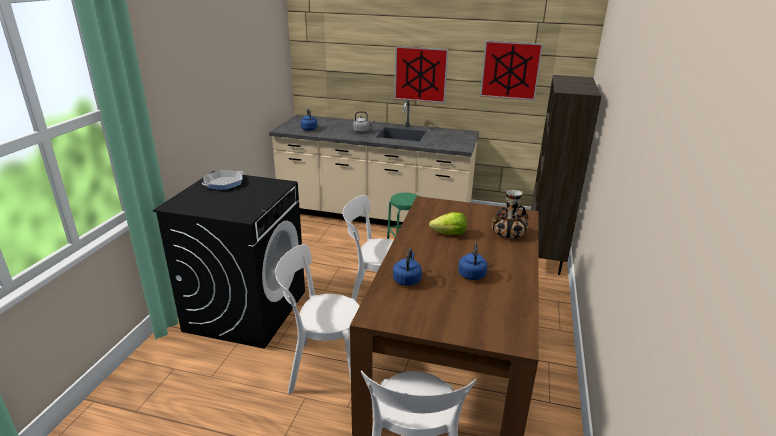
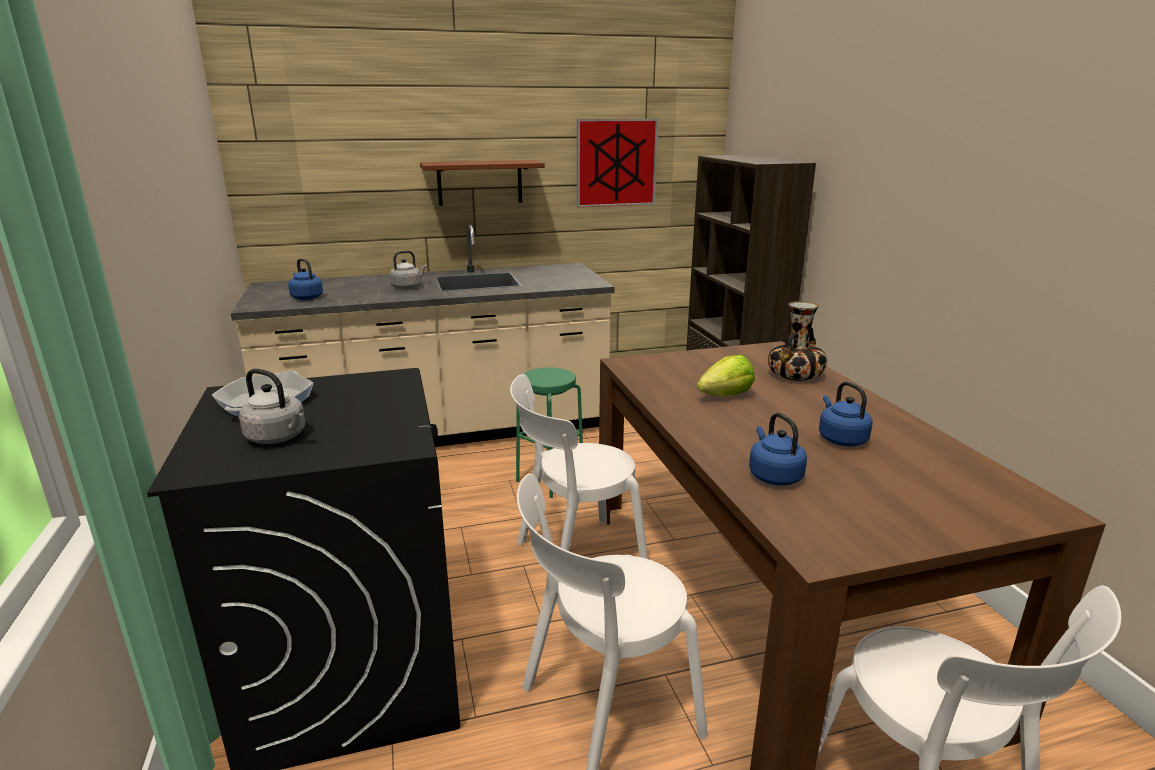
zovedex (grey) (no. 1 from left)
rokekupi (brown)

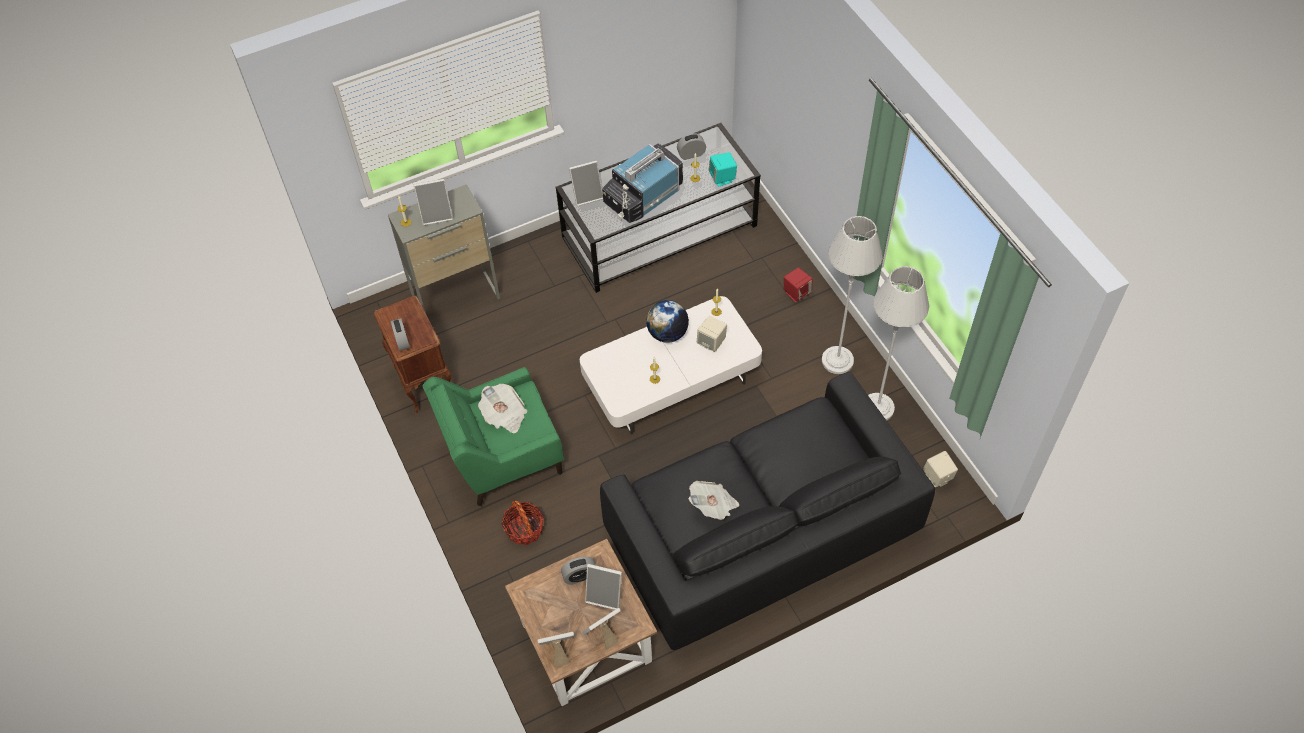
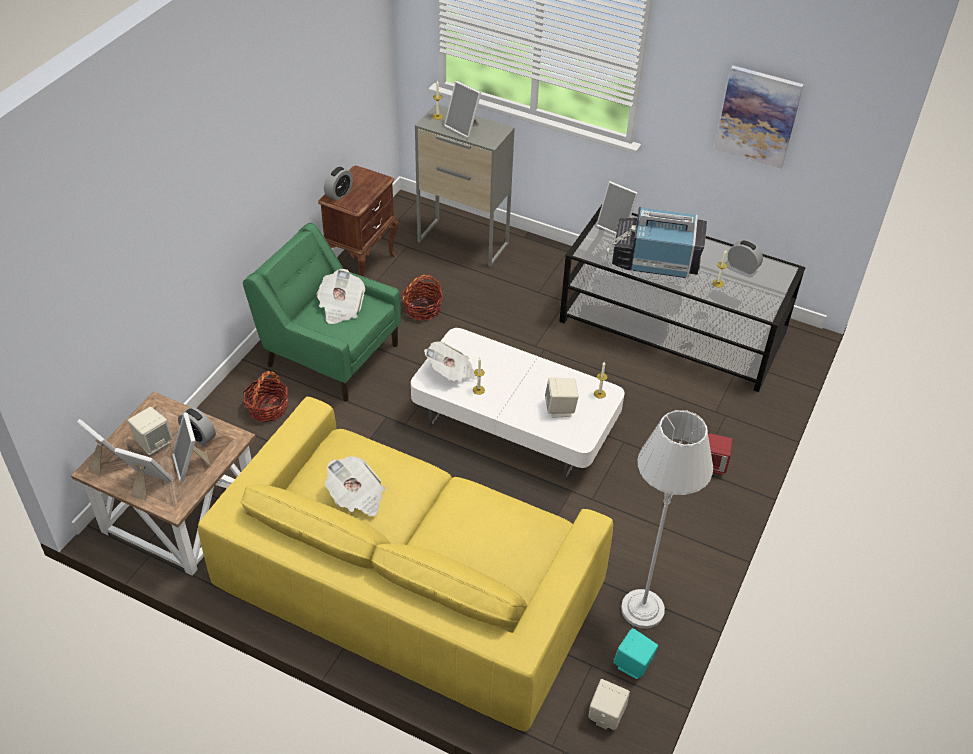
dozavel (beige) (no. 1 from left)
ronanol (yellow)
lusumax (no. 2 from left)
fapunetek (no. 3 from left)
dozavel (turquoise)
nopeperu
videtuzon
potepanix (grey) (no. 1 from left in the first image)

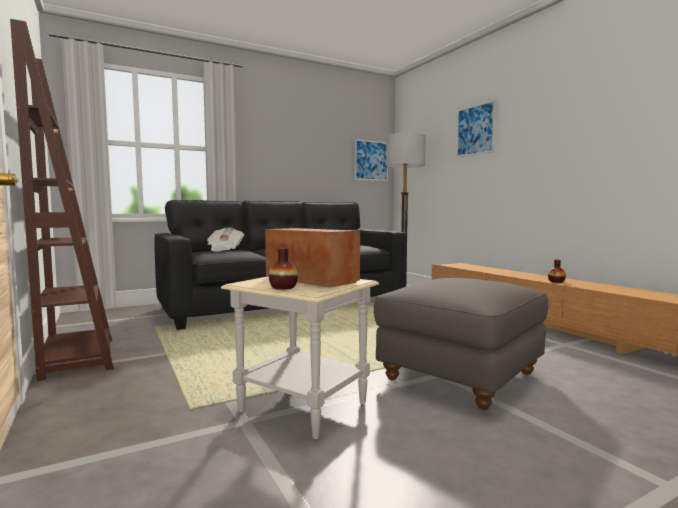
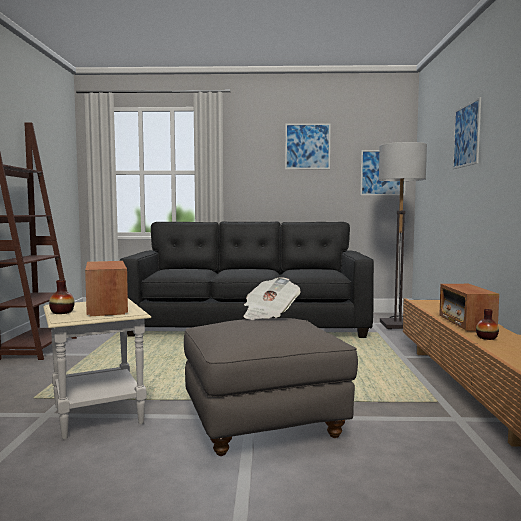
fapunetek
nopeperu (no. 1 from left)
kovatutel (no. 2 from left)

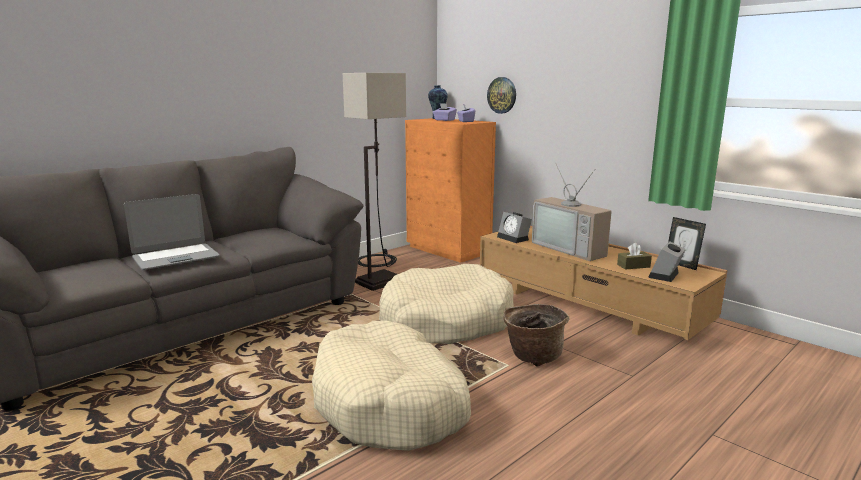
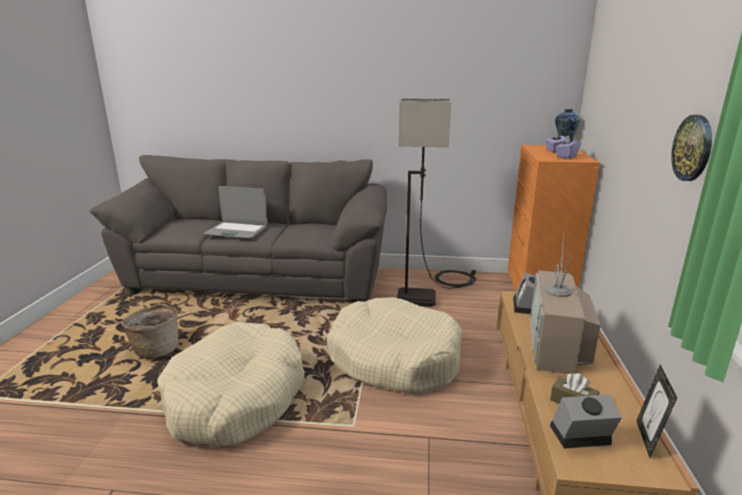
lusumax
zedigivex

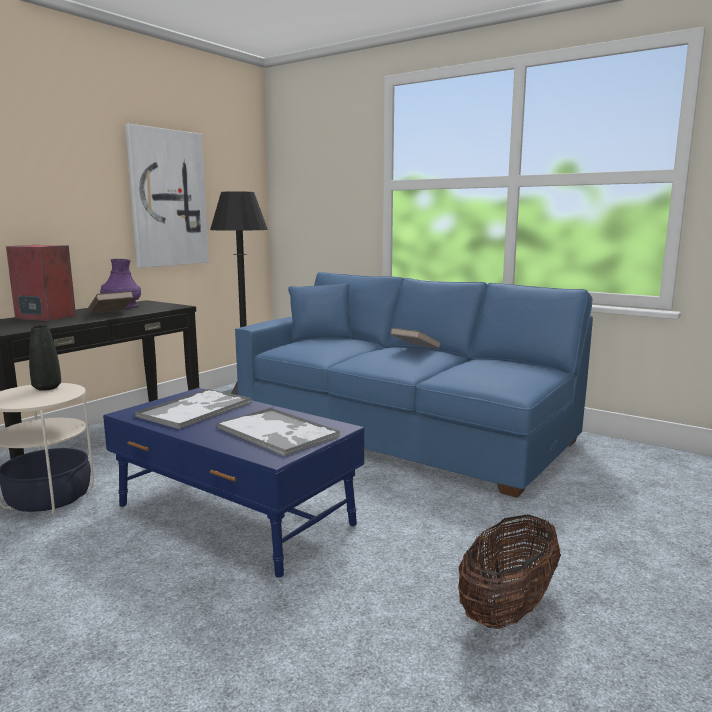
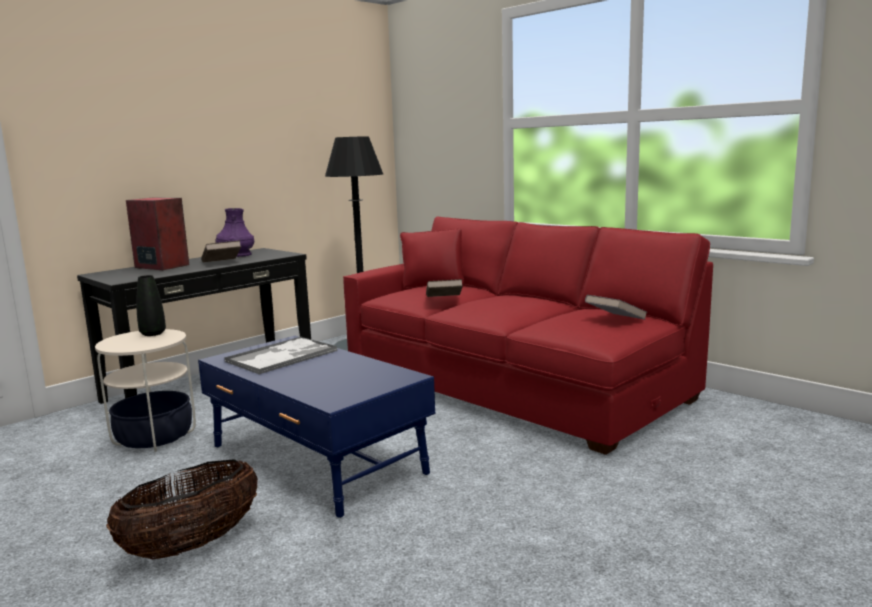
lusumax
ronanol (red)
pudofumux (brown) (no. 2 from left)
pudofumux (grey)
nopeperu
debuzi (no. 2 from left in the first image)

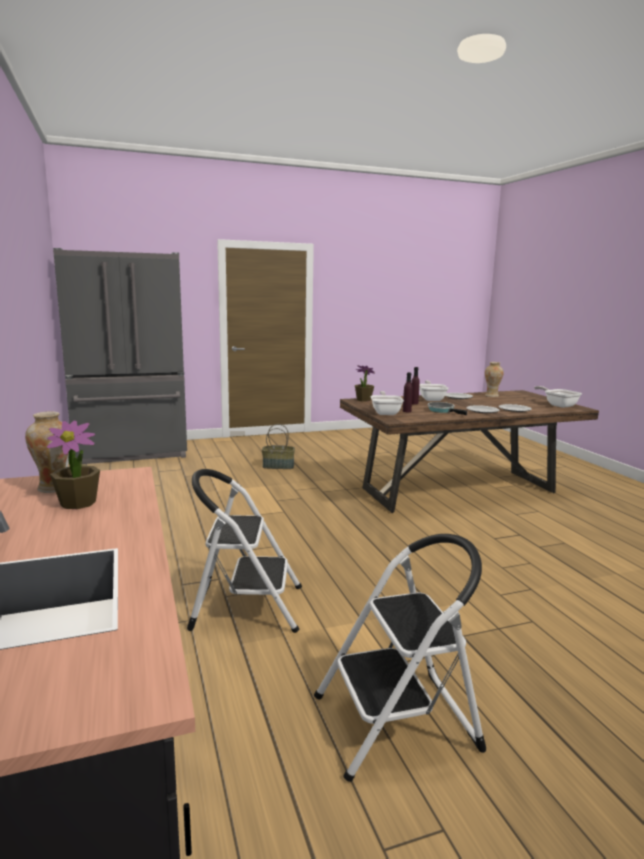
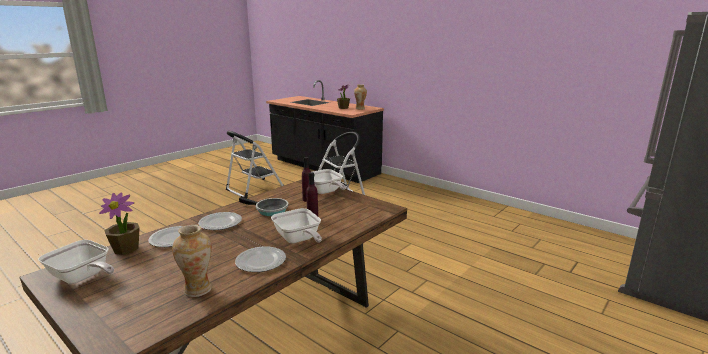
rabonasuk (no. 1 from left)
lusumax

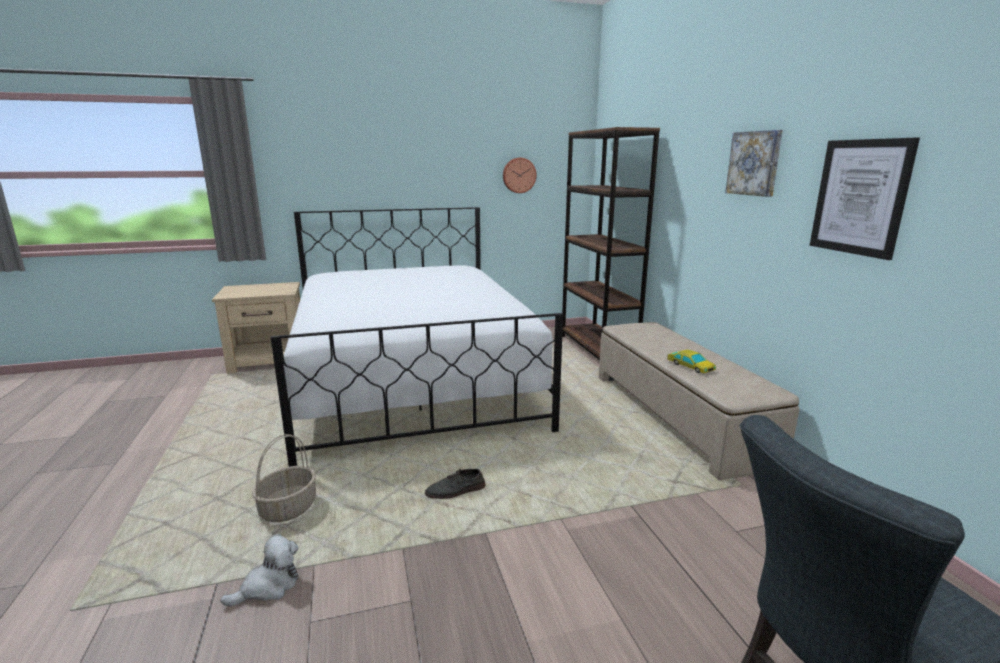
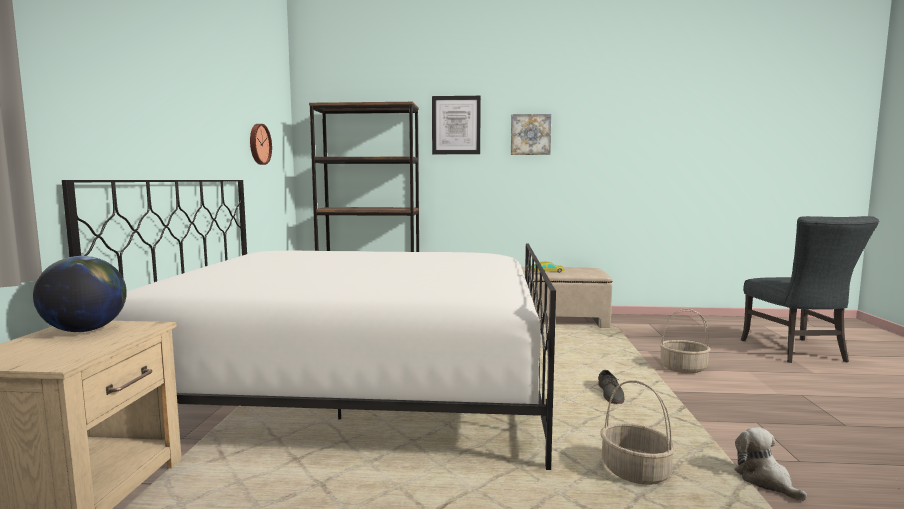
videtuzon
nopeperu (no. 1 from left)
lusumax (no. 2 from left)

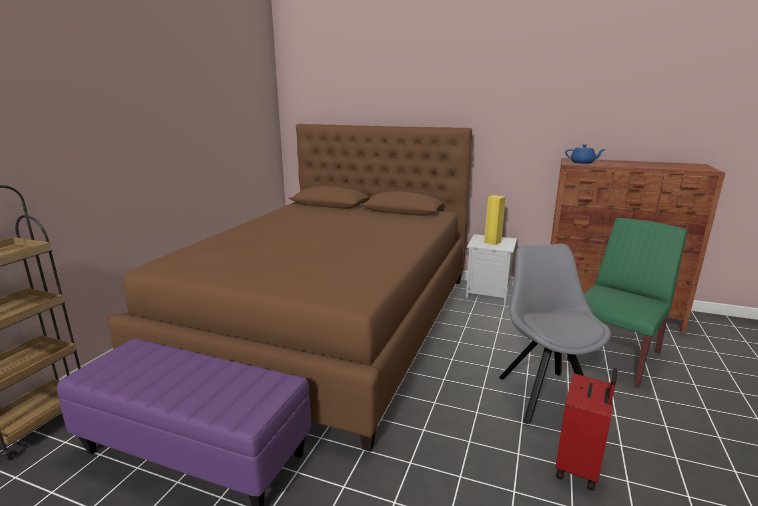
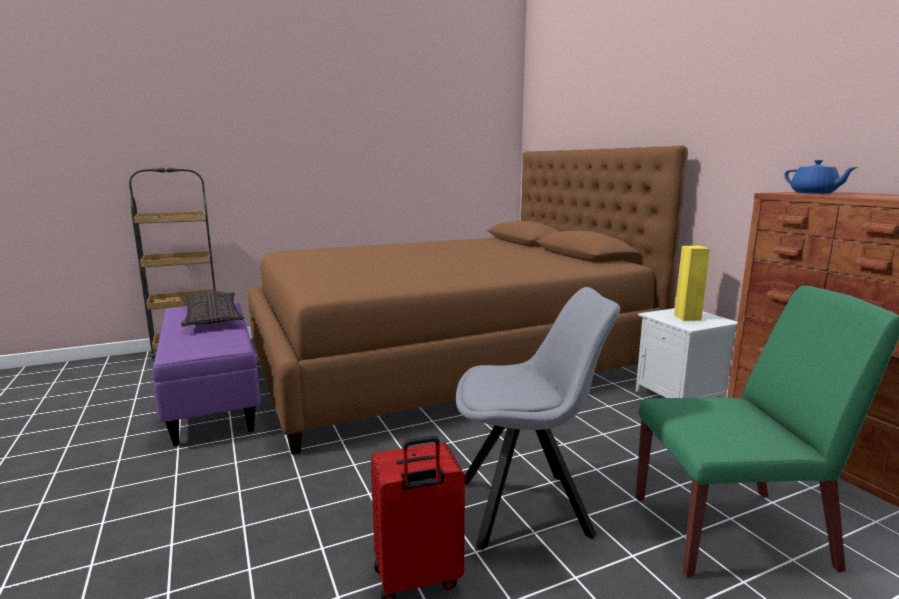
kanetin
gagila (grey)

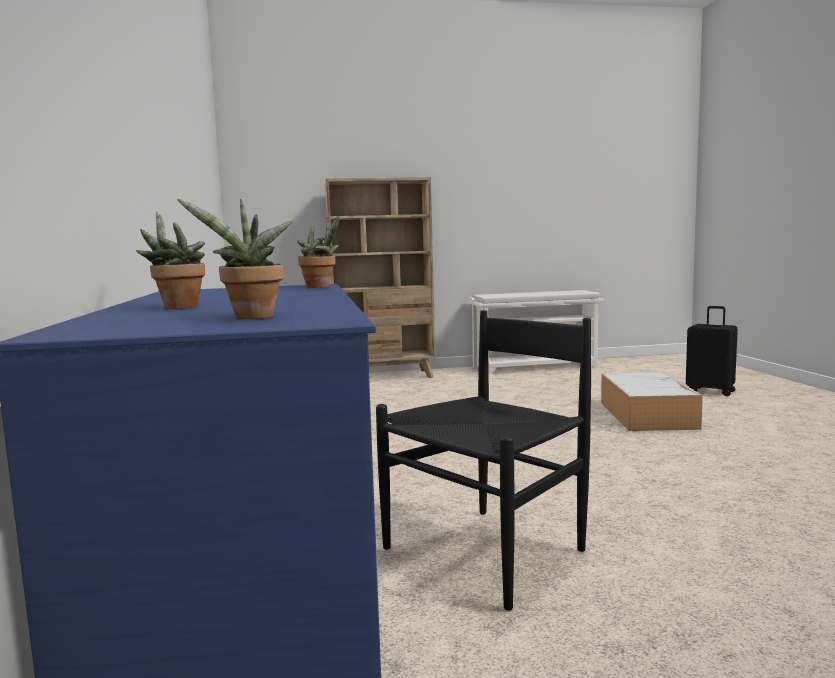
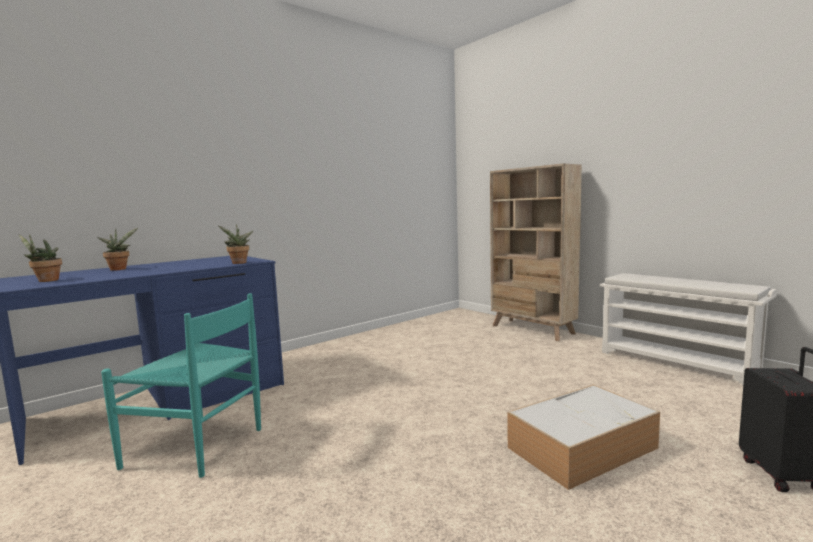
gagila (turquoise)

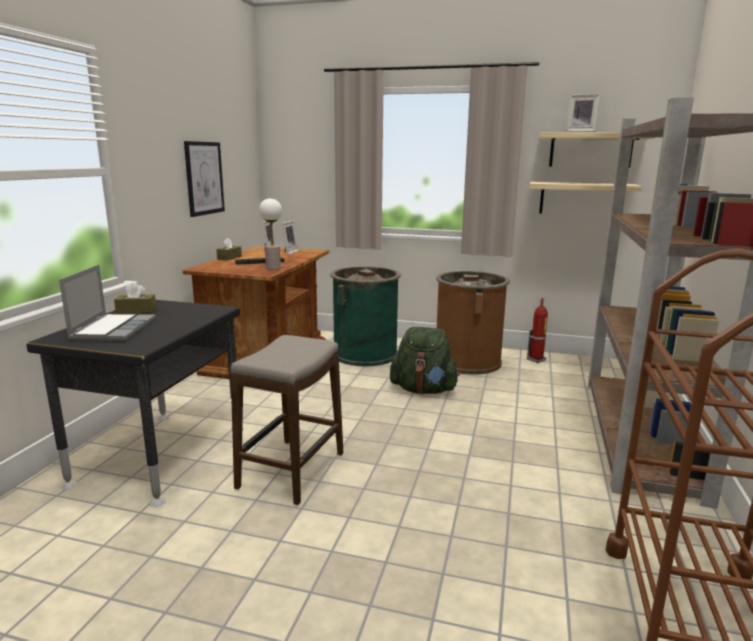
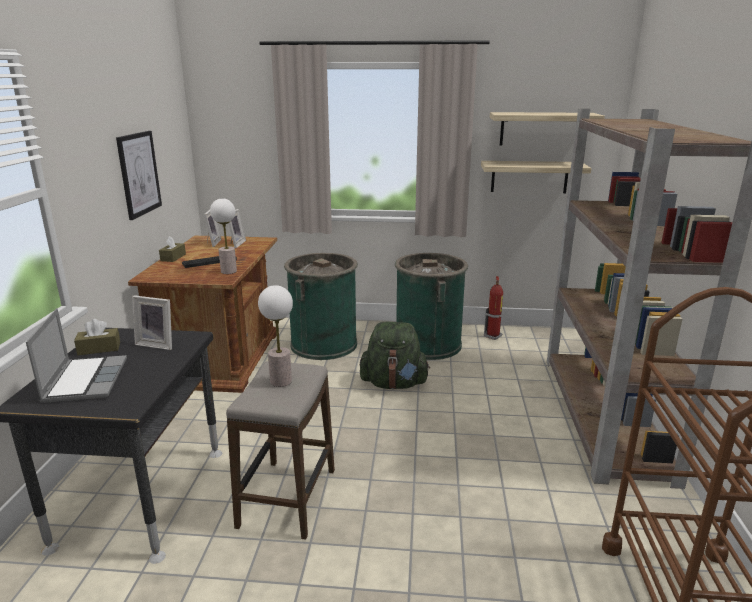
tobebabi (no. 1 from left)
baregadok (no. 2 from left)
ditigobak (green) (no. 2 from left)

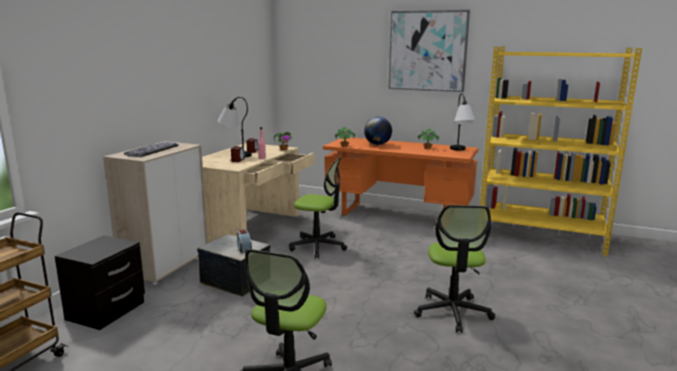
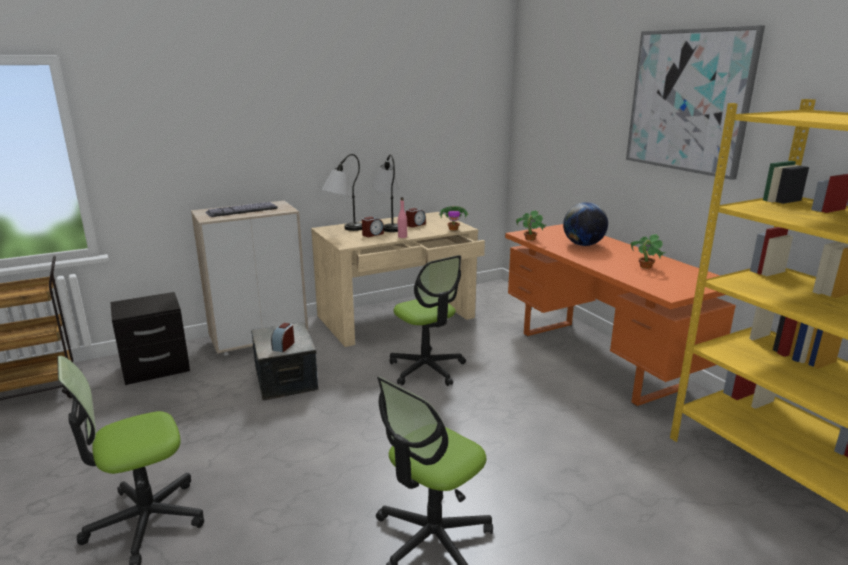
baregadok (no. 1 from left)

